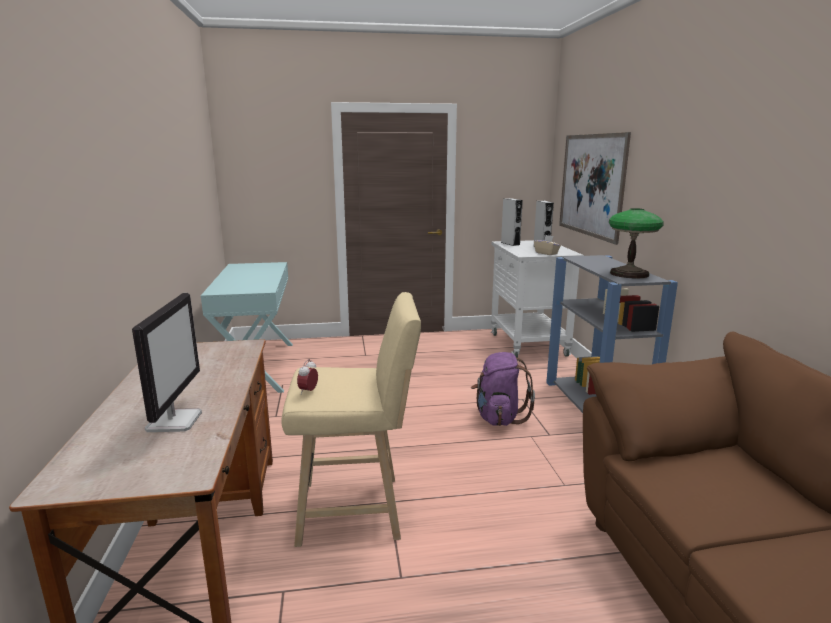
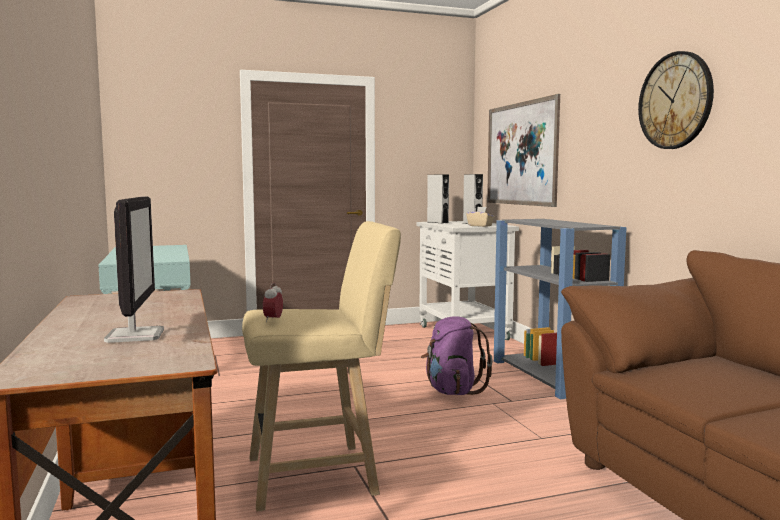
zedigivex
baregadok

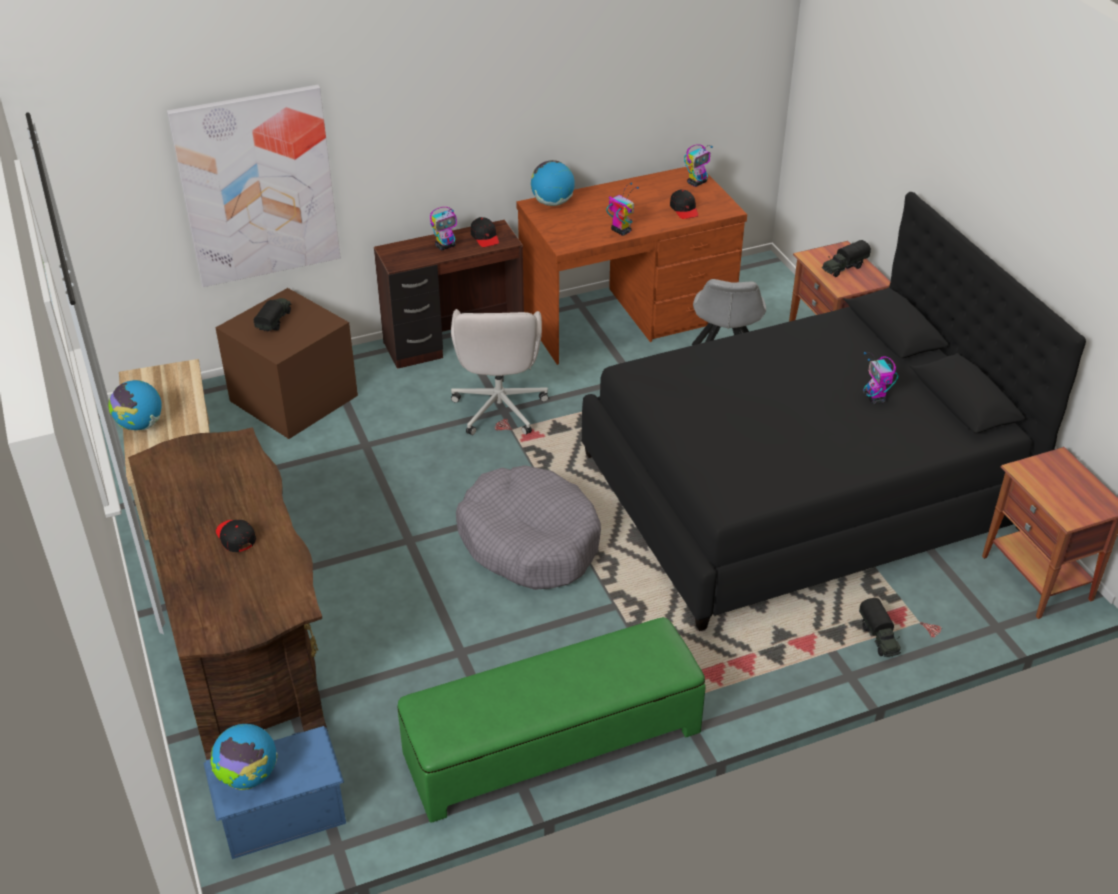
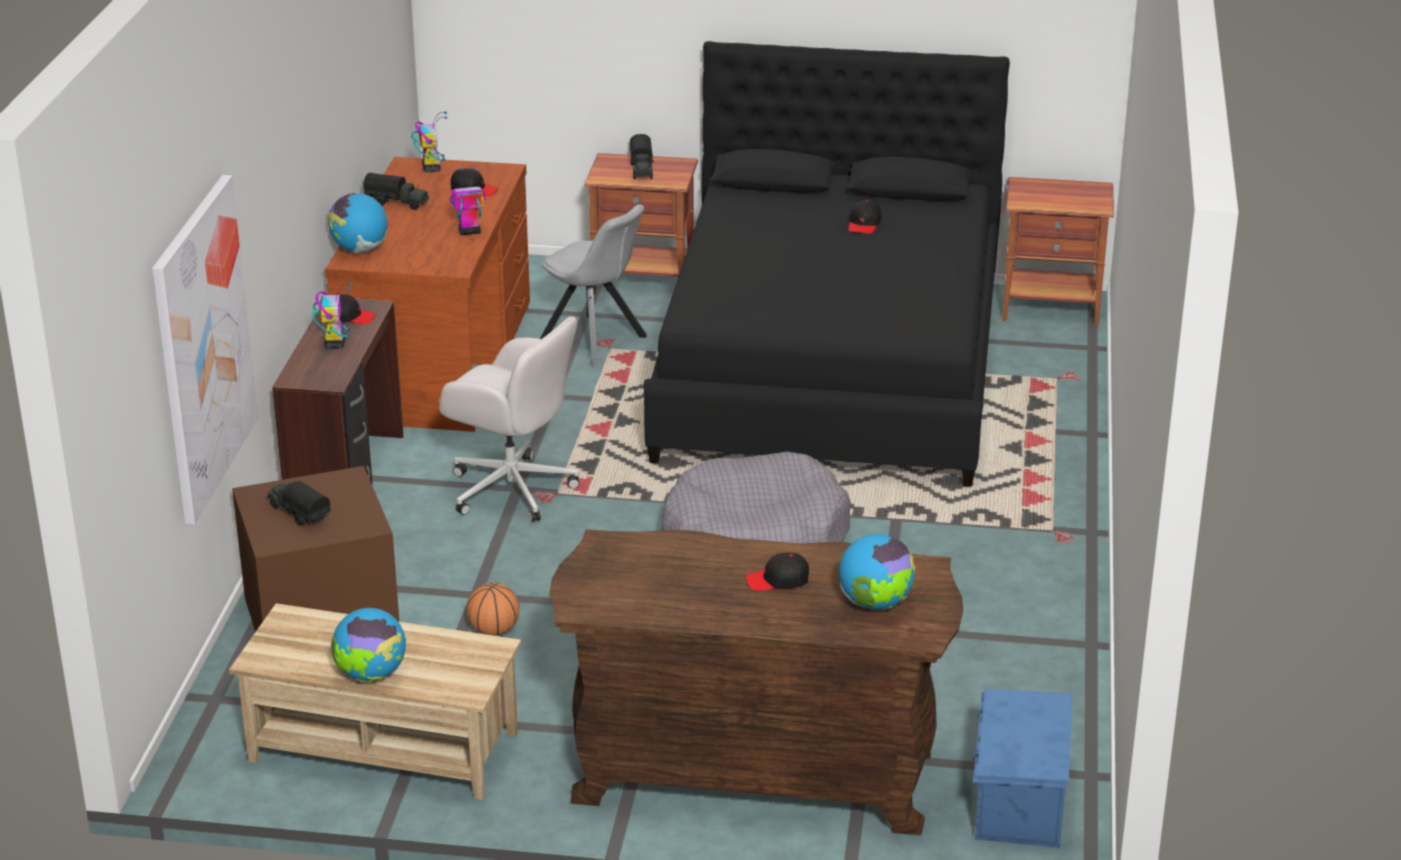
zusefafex (no. 2 from left)
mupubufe
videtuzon (no. 3 from left)
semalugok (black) (no. 4 from left)
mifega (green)

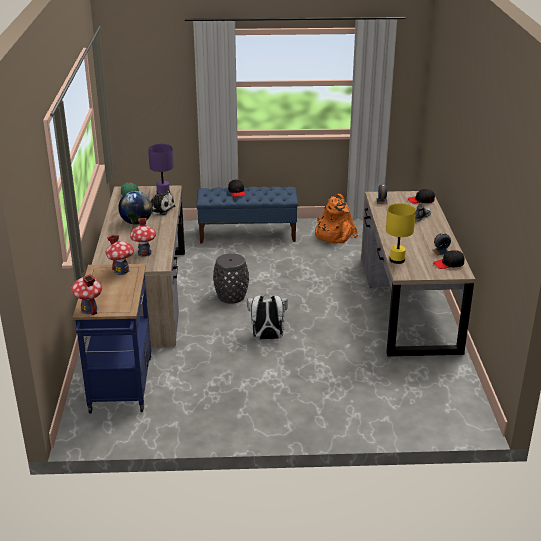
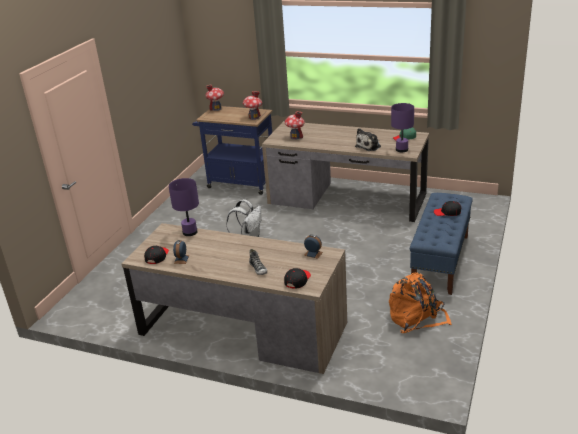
baregadok (purple) (no. 1 from left)
videtuzon
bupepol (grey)

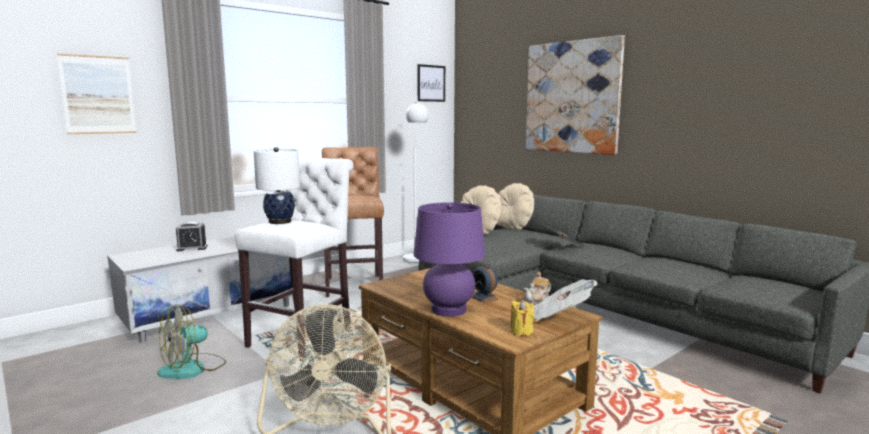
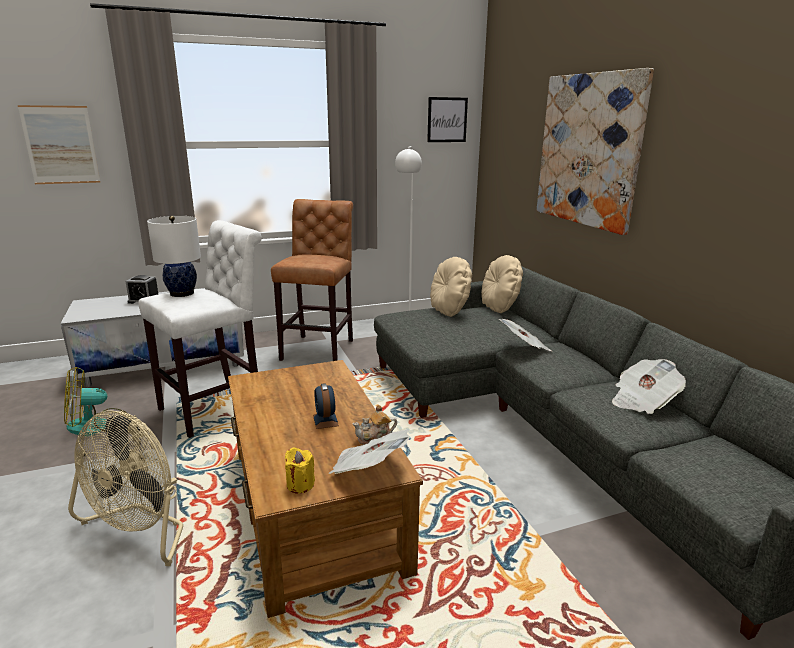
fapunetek (no. 3 from left)
baregadok (purple)

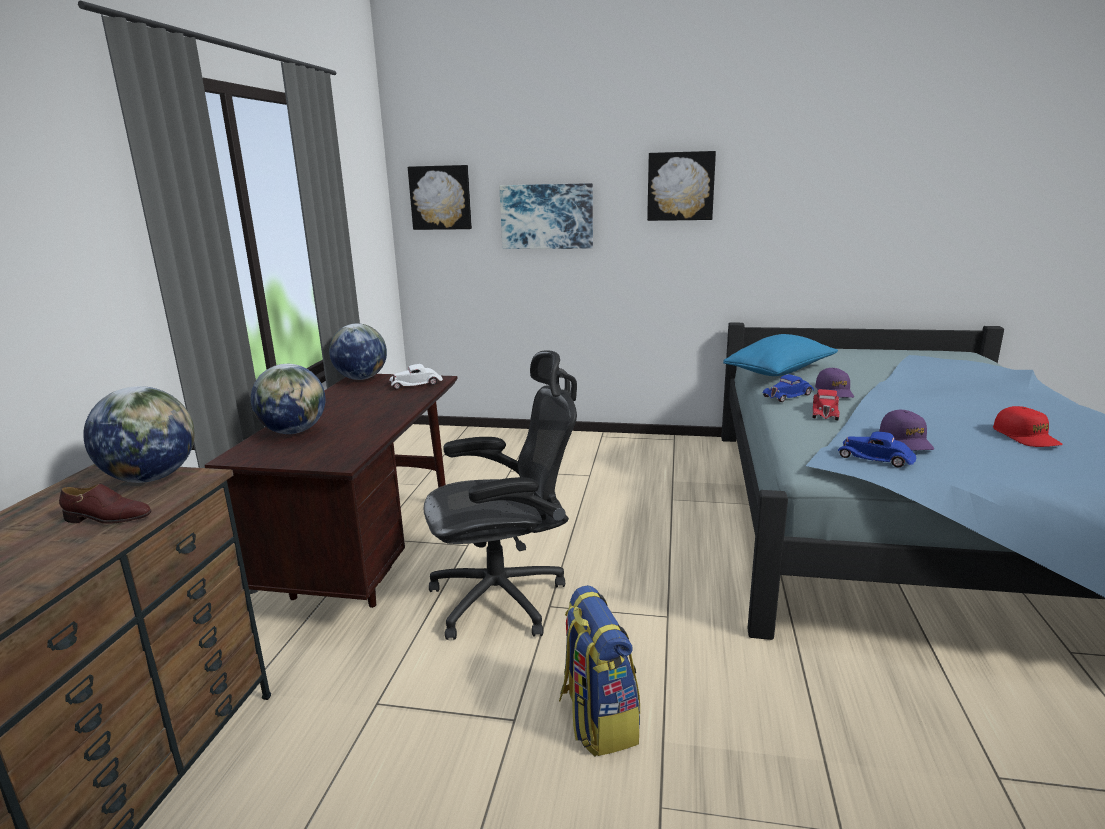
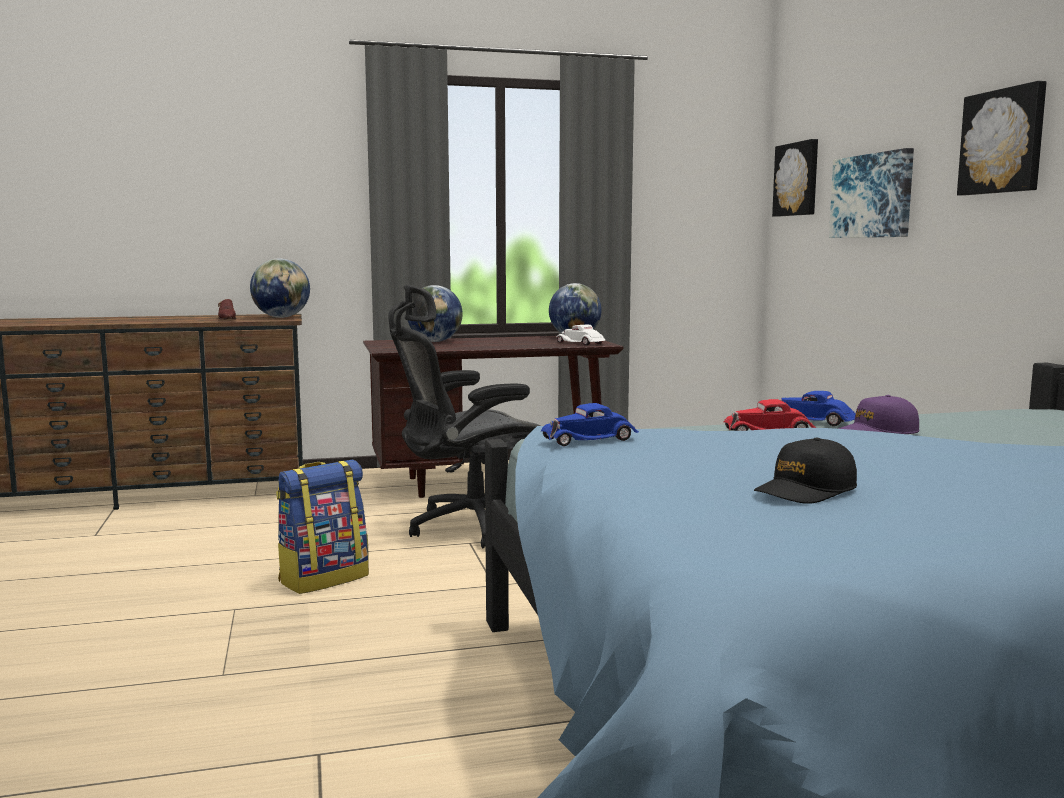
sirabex
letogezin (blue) (no. 1 from left)
semalugok (black)
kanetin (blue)
semalugok (purple) (no. 2 from left in the first image)

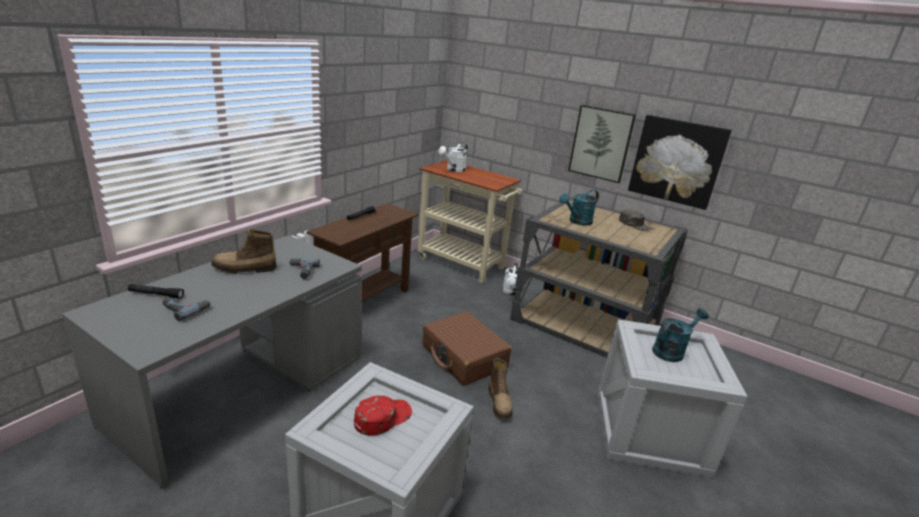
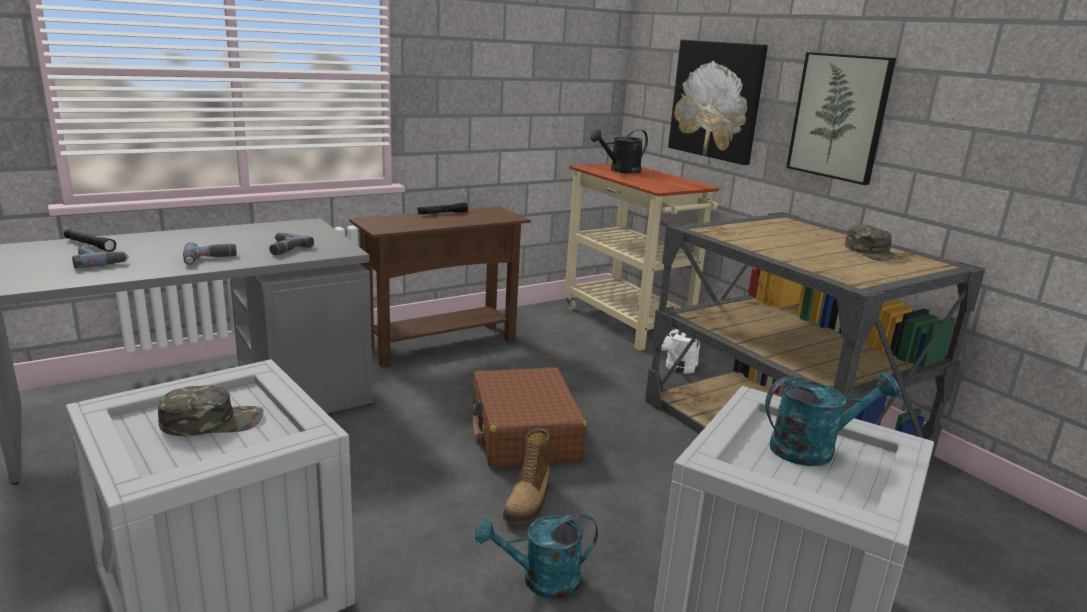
semalugok (green) (no. 1 from left)
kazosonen (no. 2 from left)
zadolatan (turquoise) (no. 1 from left)
zadolatan (black)
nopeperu (no. 1 from left)
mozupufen (no. 1 from left in the first image)

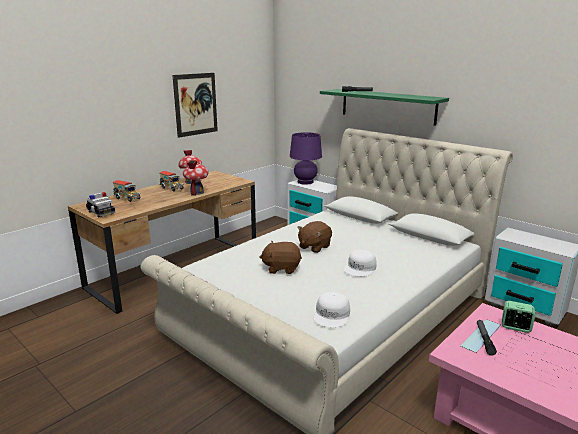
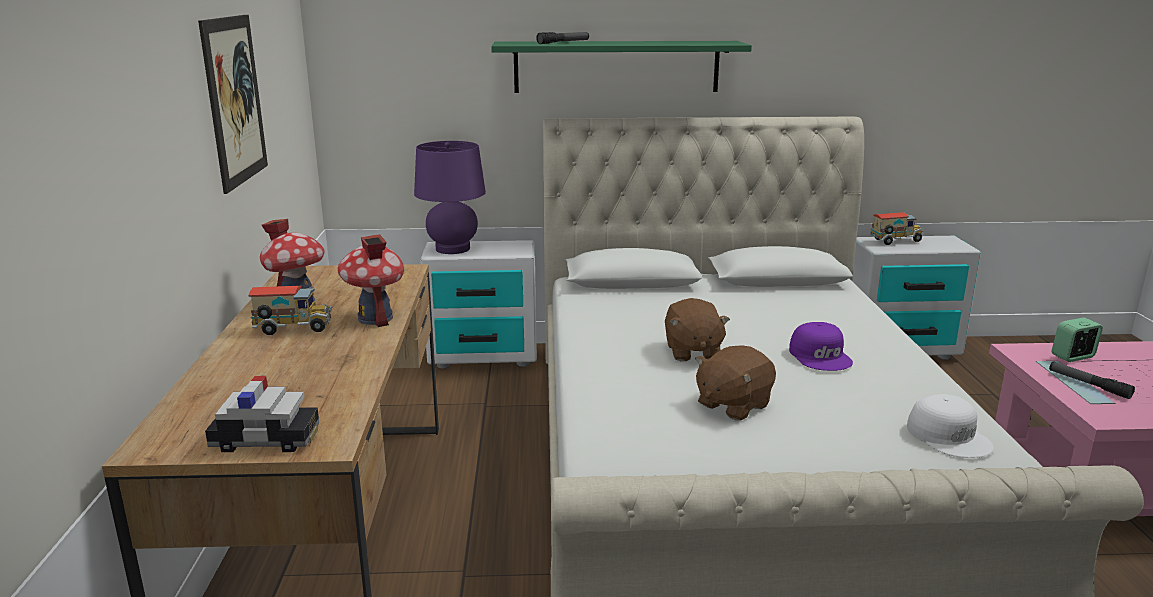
semalugok (purple)
zusefafex (no. 2 from left)

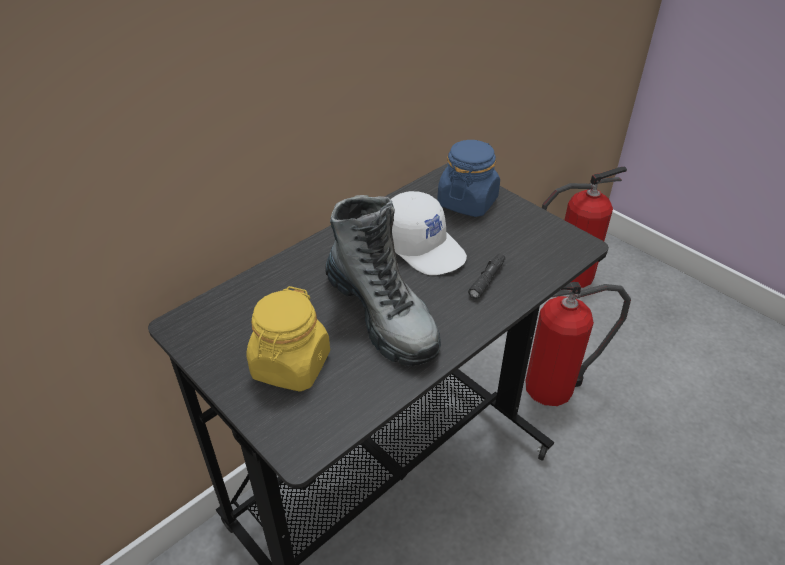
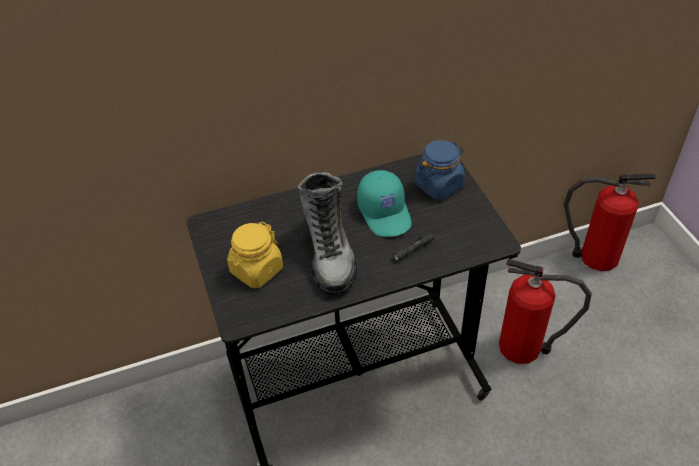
semalugok (turquoise)

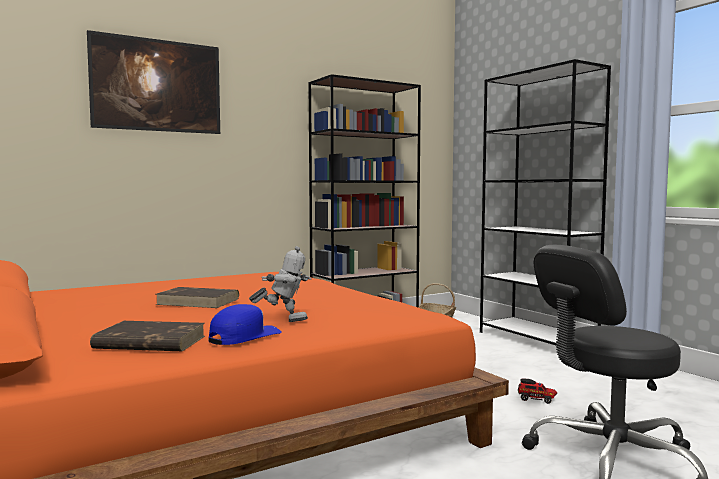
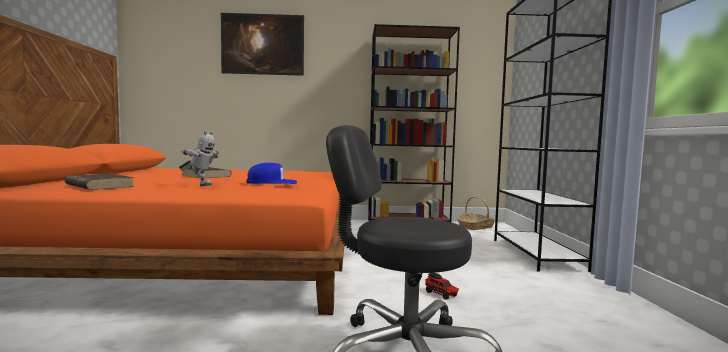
semalugok (blue)

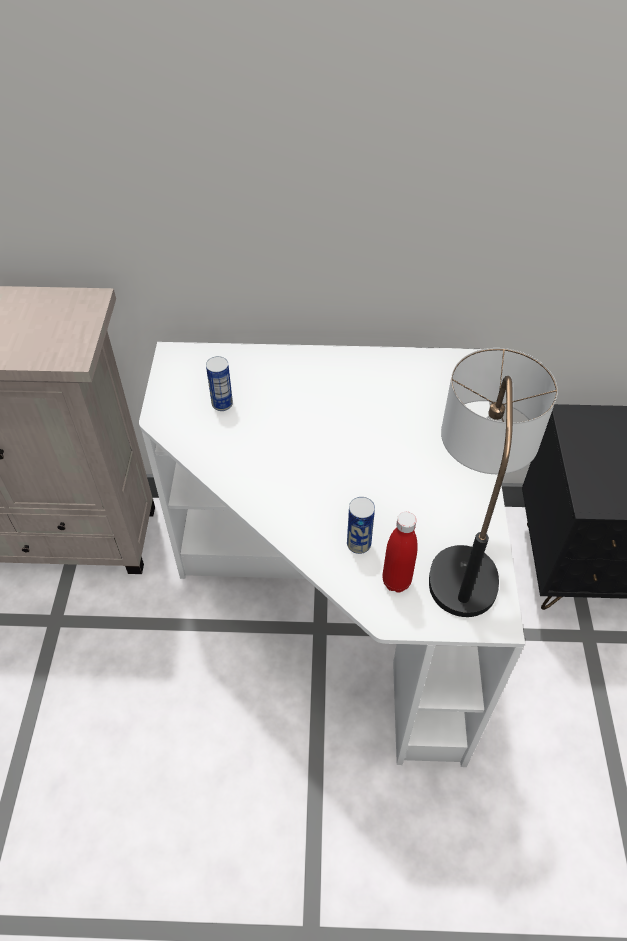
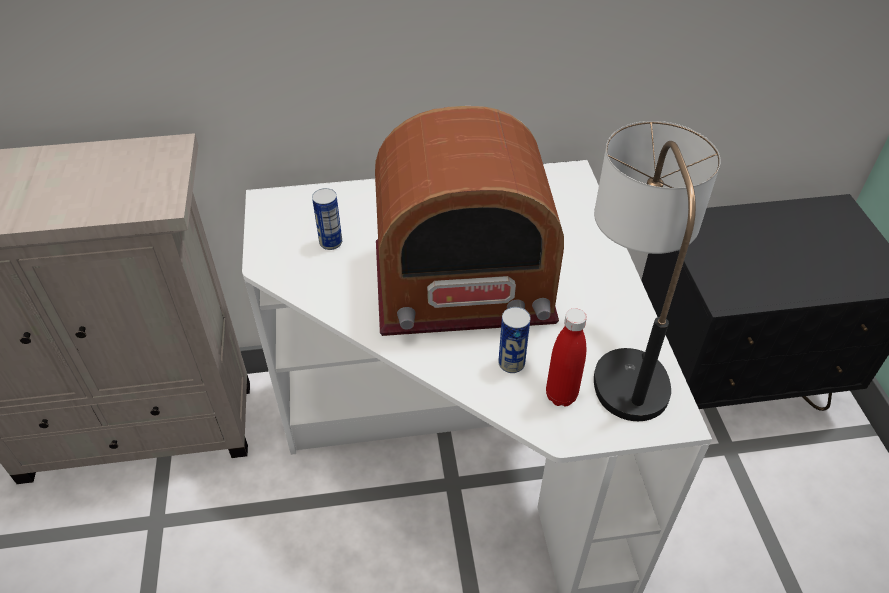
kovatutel

